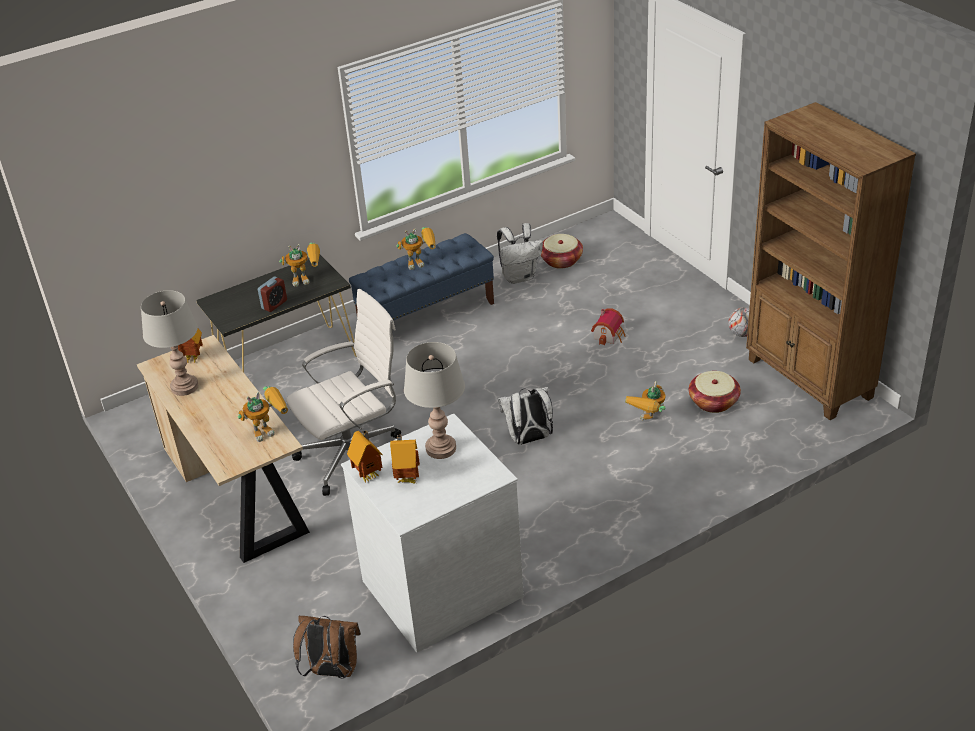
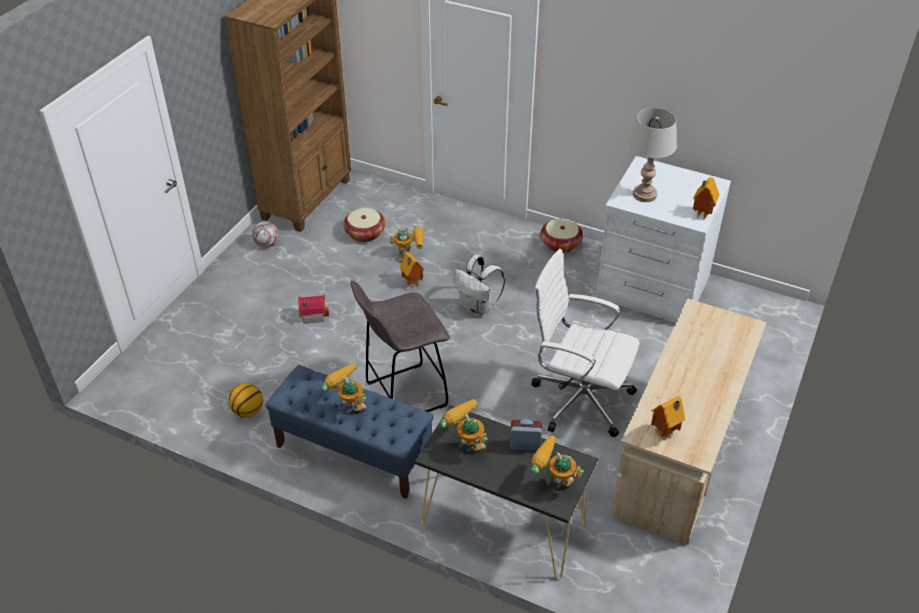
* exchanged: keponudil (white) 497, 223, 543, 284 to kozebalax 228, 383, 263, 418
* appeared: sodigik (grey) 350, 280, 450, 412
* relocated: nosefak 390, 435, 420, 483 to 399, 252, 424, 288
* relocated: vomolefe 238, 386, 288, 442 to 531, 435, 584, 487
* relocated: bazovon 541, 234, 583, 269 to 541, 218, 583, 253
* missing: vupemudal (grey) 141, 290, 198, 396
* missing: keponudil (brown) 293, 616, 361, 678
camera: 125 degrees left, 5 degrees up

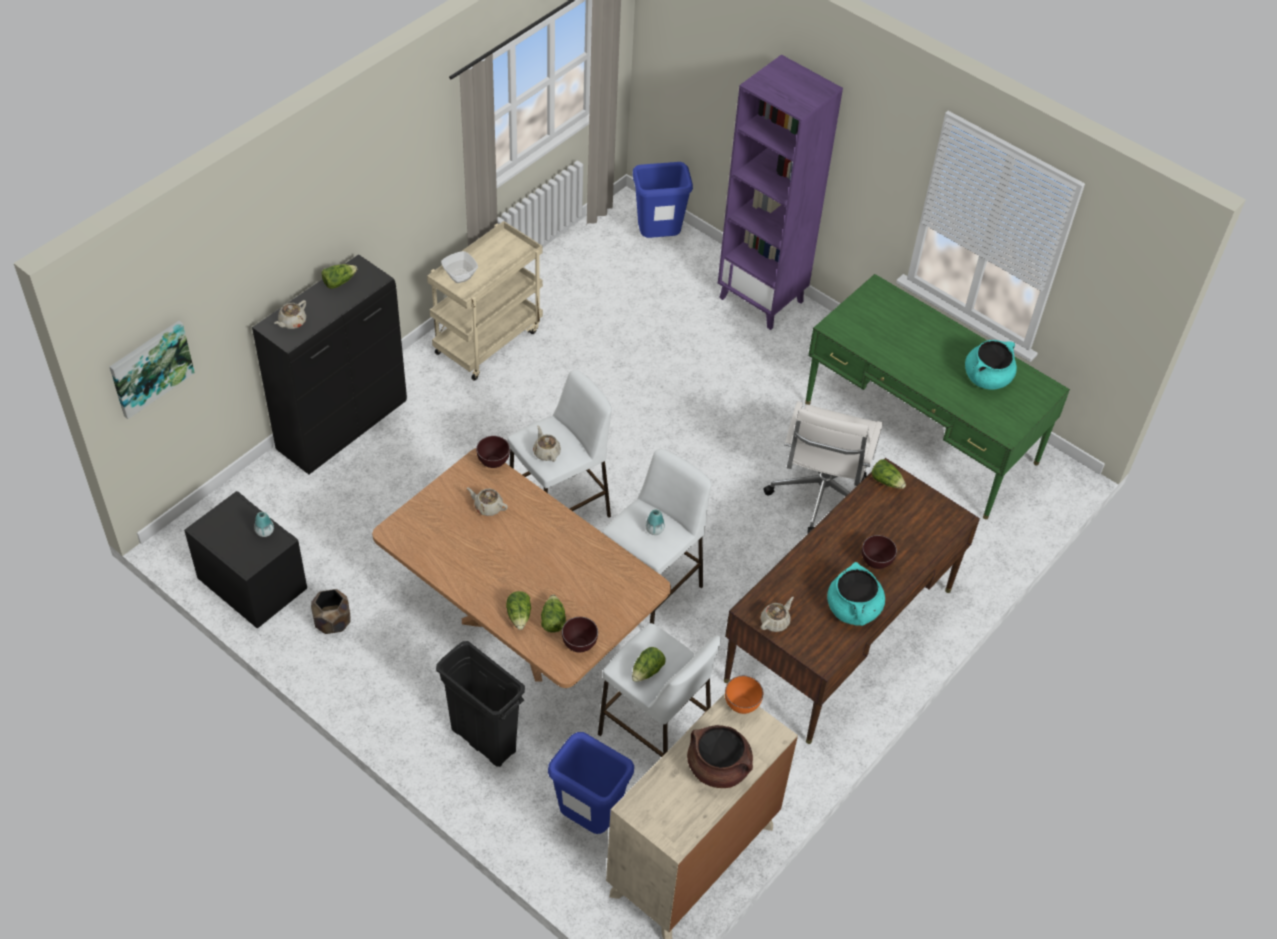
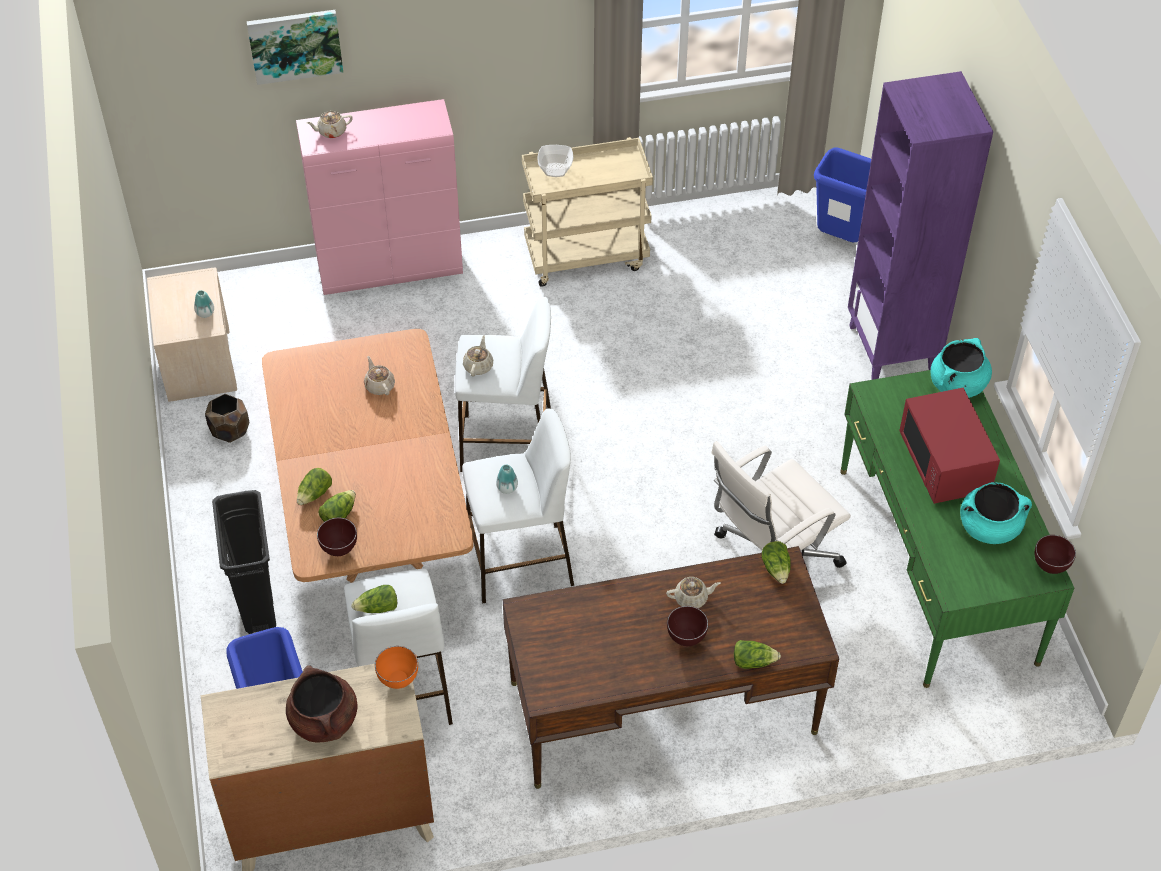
* colour: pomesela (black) 184, 491, 307, 629 to pomesela (beige) 147, 267, 237, 402
* relocated: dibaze 109, 321, 195, 419 to 247, 10, 343, 85
* colour: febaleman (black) 252, 254, 407, 474 to febaleman (pink) 296, 99, 463, 295
* relocated: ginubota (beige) 760, 597, 794, 632 to 666, 577, 720, 608
* relocated: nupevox 321, 264, 358, 289 to 734, 640, 781, 669
* appeared: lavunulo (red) 899, 388, 1000, 504
* relocated: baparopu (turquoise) 827, 562, 885, 626 to 930, 338, 992, 398
* relocated: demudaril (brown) 476, 436, 510, 468 to 1034, 535, 1076, 574
camera: 40 degrees right, 0 degrees up

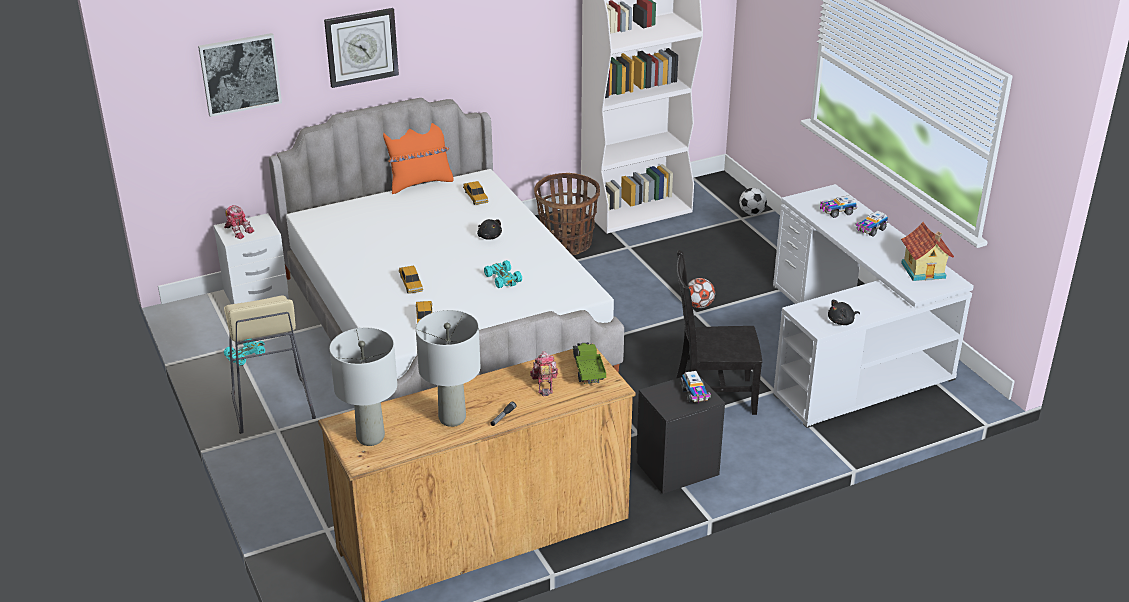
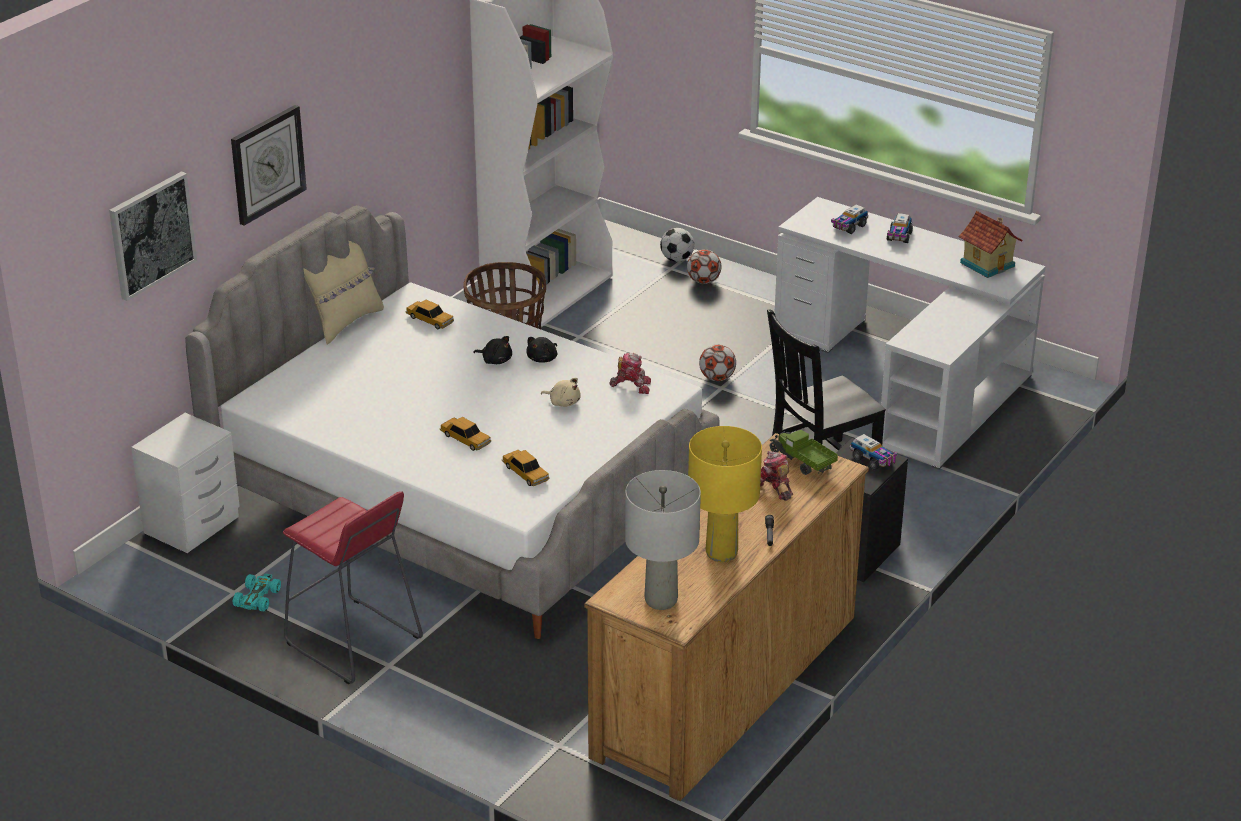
* colour: sodigik (beige) 224, 295, 316, 434 to sodigik (red) 283, 492, 423, 684
* colour: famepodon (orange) 383, 123, 453, 194 to famepodon (beige) 303, 241, 384, 344
* relocated: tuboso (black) 828, 300, 860, 325 to 526, 337, 557, 362
* exchanged: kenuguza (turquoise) 484, 260, 522, 288 to tuboso (beige) 541, 378, 581, 407
* relocated: vomolefe 224, 205, 254, 239 to 610, 353, 651, 394
* appeared: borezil 687, 250, 721, 284
* colour: vupemudal (grey) 416, 310, 480, 427 to vupemudal (yellow) 688, 426, 762, 562
camera: 30 degrees left, 0 degrees up

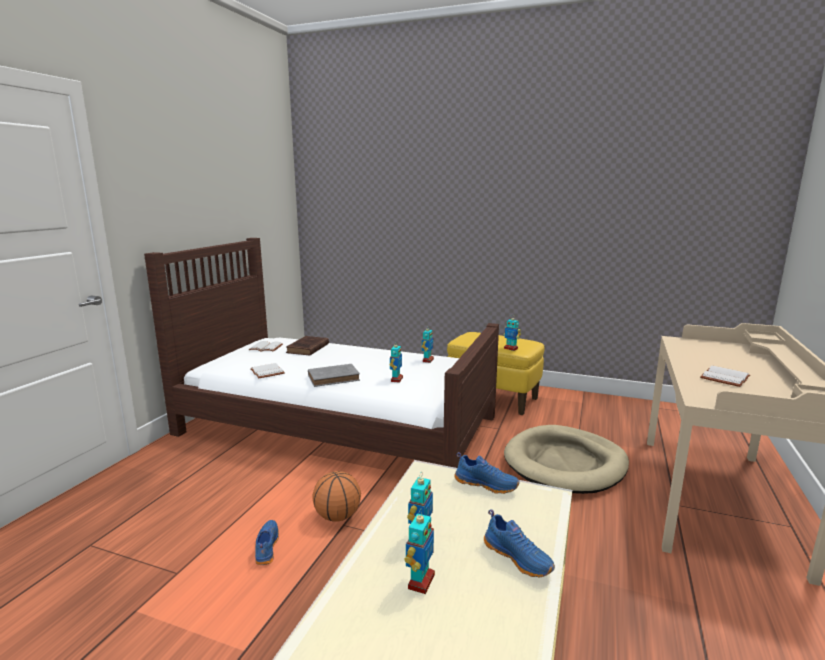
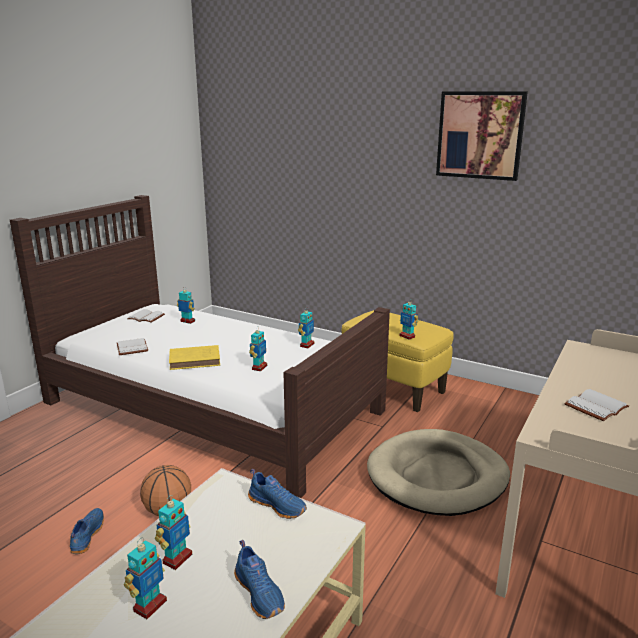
* colour: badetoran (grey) 308, 364, 360, 387 to badetoran (yellow) 169, 345, 220, 370
* exchanged: badetoran (brown) 286, 336, 329, 356 to vomolefe 177, 286, 195, 324
* appeared: dibaze 436, 92, 528, 181
camera: 10 degrees right, 5 degrees up

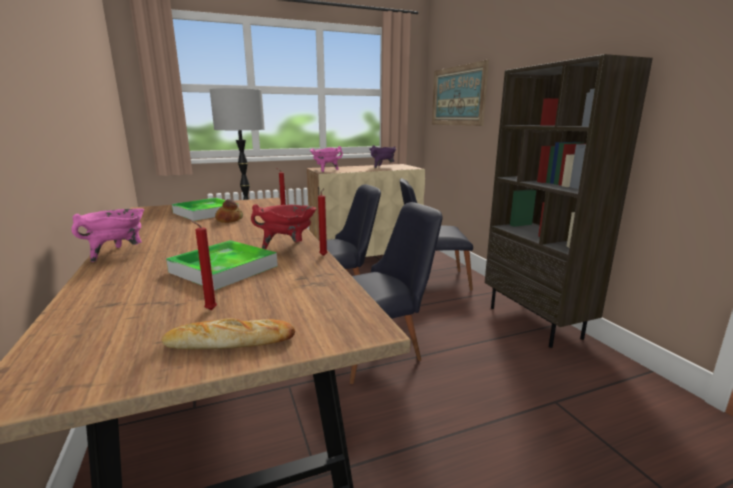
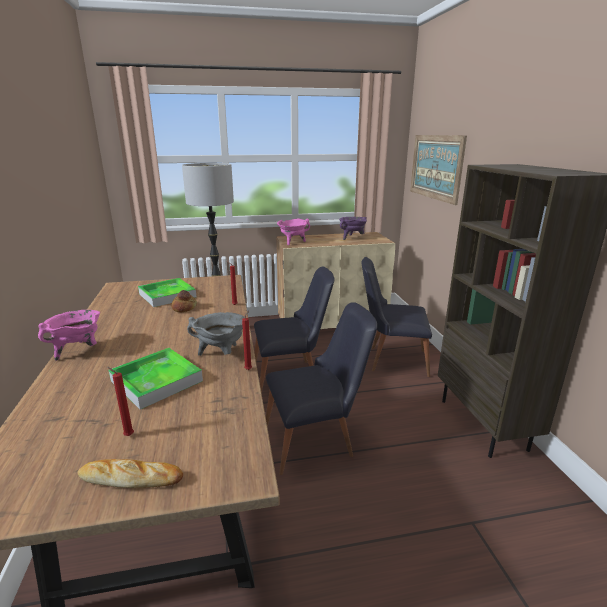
* colour: baparopu (red) 251, 204, 317, 249 to baparopu (grey) 187, 312, 245, 356
camera: 10 degrees right, 5 degrees up

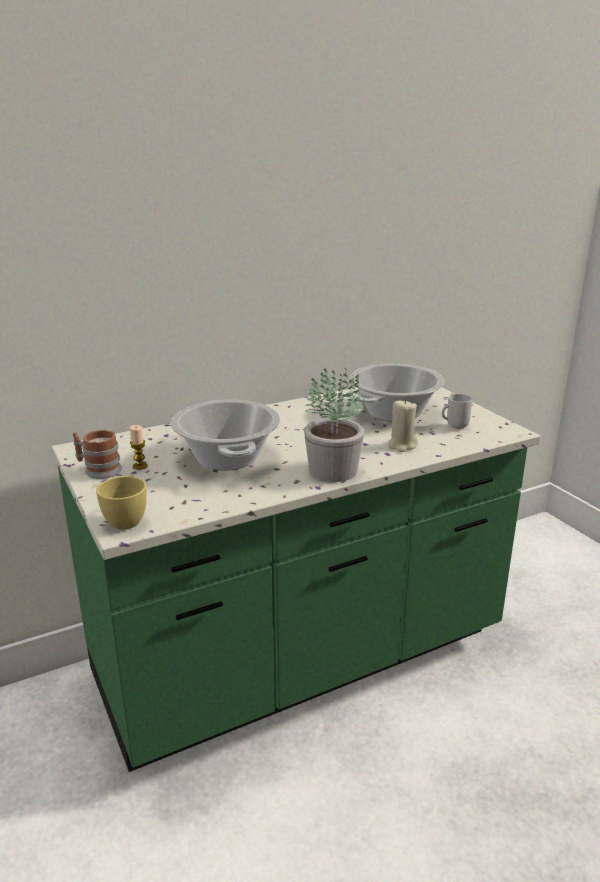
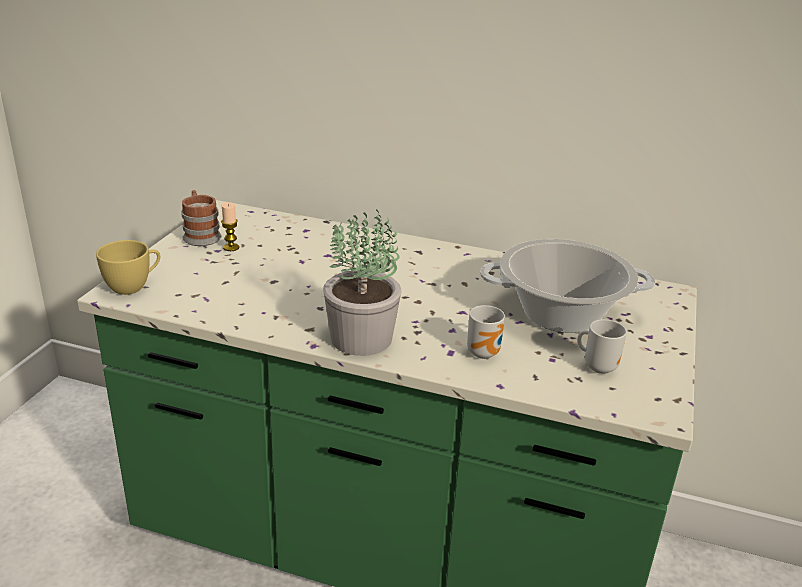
* exchanged: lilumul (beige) 389, 399, 418, 452 to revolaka 467, 305, 505, 359
* missing: baparopu 171, 400, 280, 470
camera: 45 degrees right, 5 degrees up

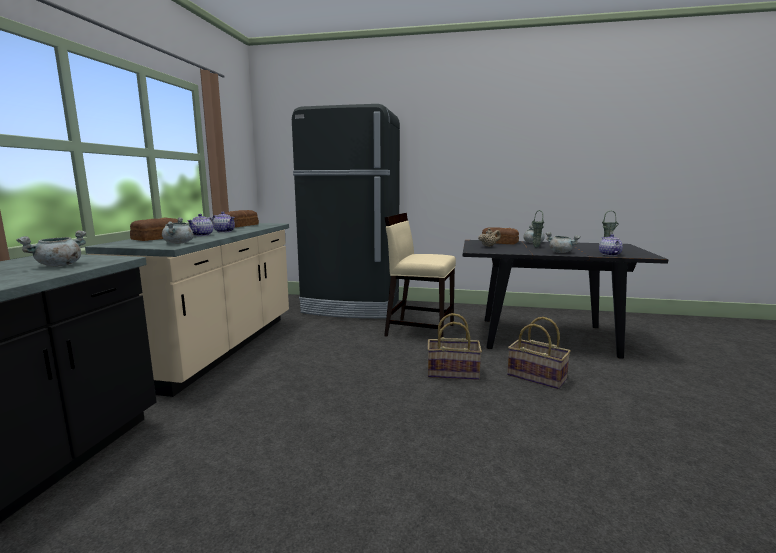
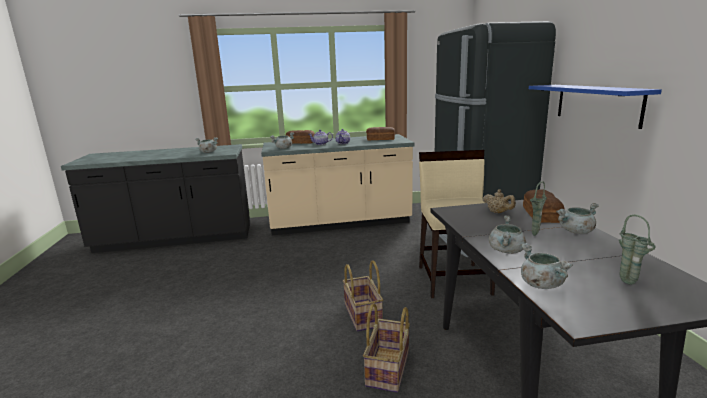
* exchanged: ginubota 599, 234, 623, 256 to baparopu (grey) 521, 243, 573, 289
* appeared: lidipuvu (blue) 529, 85, 662, 129
camera: 70 degrees right, 5 degrees up

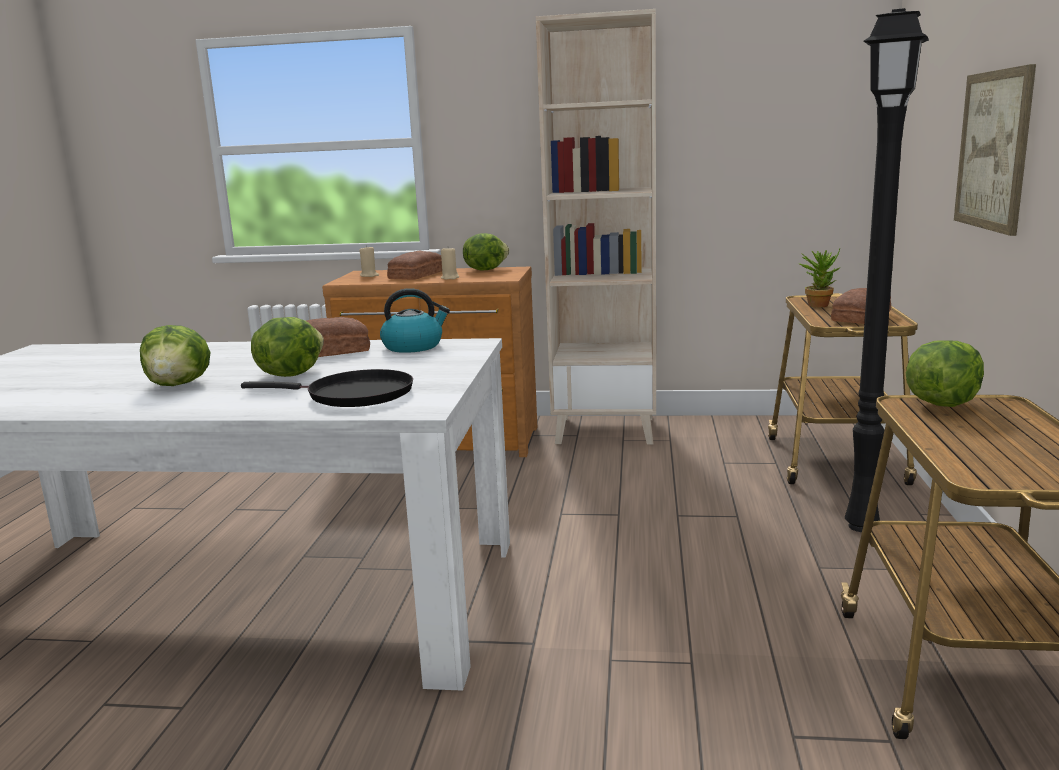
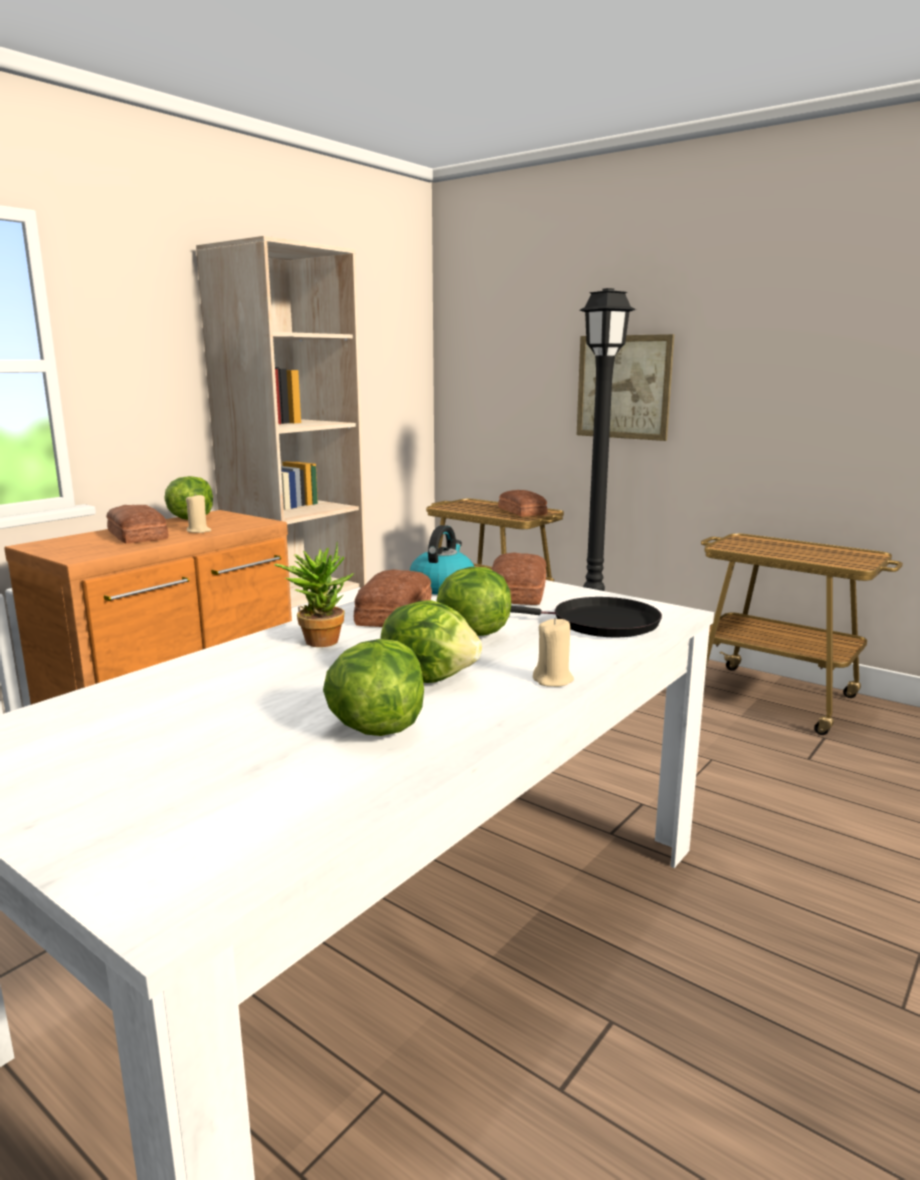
* relocated: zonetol 798, 249, 840, 308 to 274, 541, 354, 647
* relocated: nupevox 906, 340, 984, 407 to 323, 639, 424, 736
* appeared: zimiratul 491, 552, 546, 605
* spun: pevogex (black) 241, 369, 413, 407 = 510, 597, 662, 637 60 degrees clockwise
* relocated: lilumul (beige) 359, 245, 379, 277 to 533, 618, 574, 687
camera: 60 degrees left, 0 degrees up

